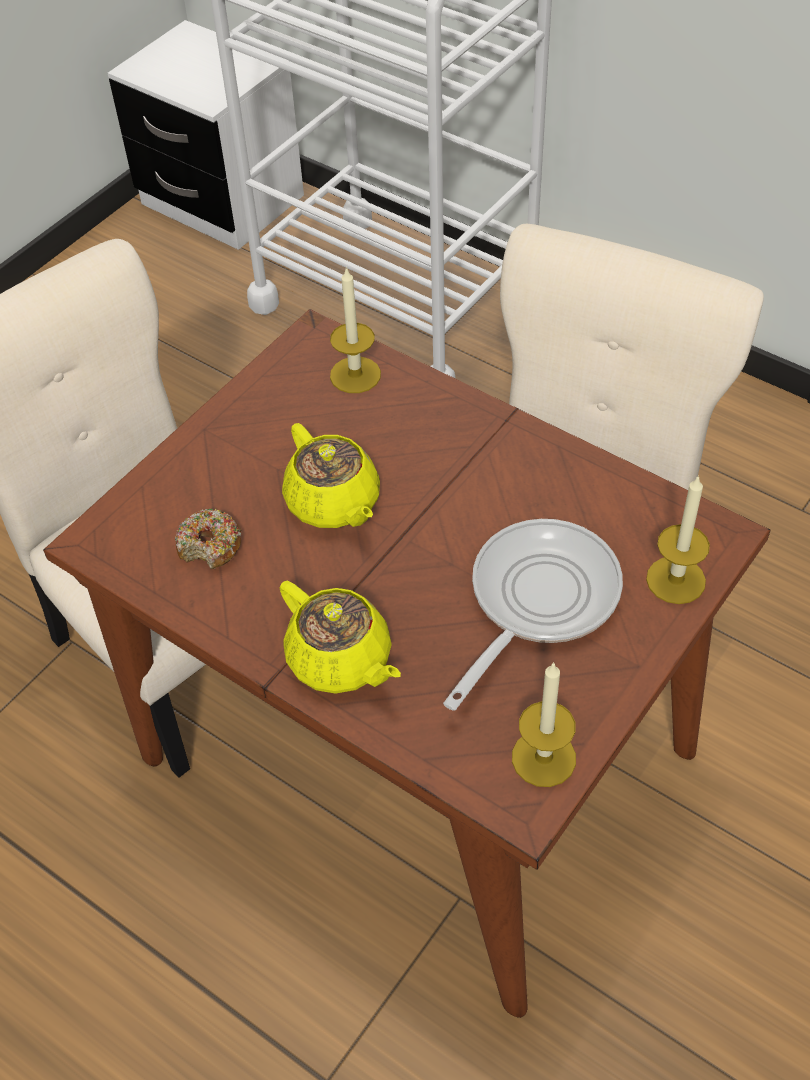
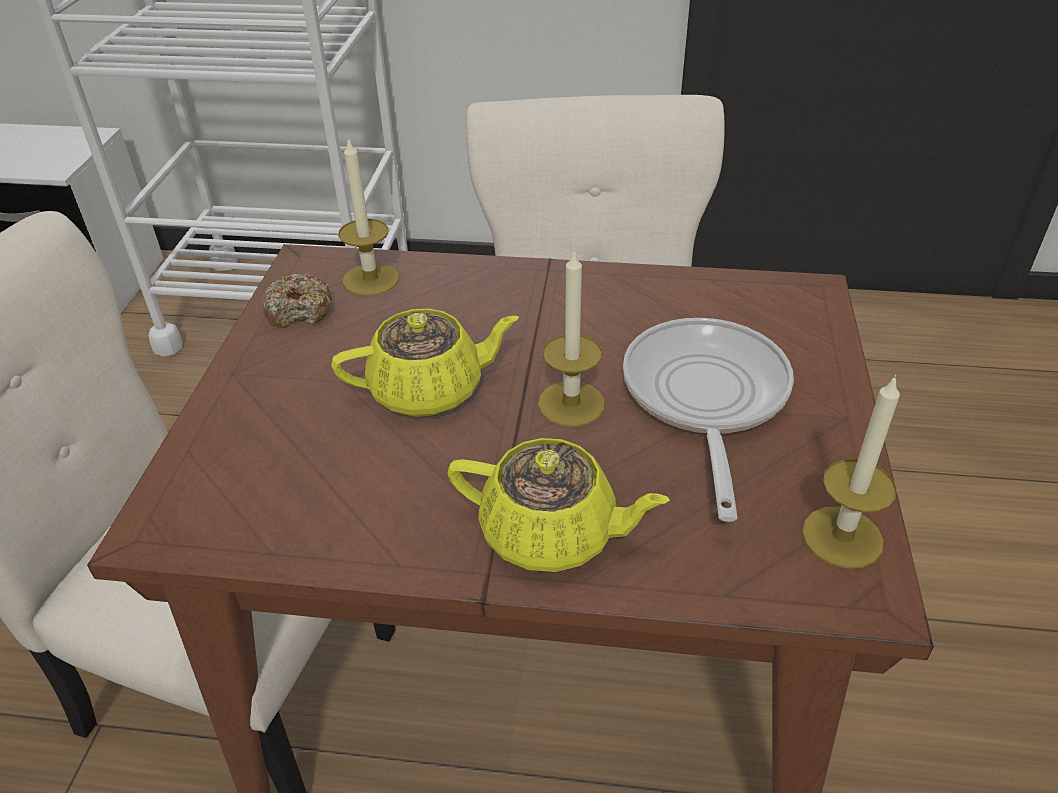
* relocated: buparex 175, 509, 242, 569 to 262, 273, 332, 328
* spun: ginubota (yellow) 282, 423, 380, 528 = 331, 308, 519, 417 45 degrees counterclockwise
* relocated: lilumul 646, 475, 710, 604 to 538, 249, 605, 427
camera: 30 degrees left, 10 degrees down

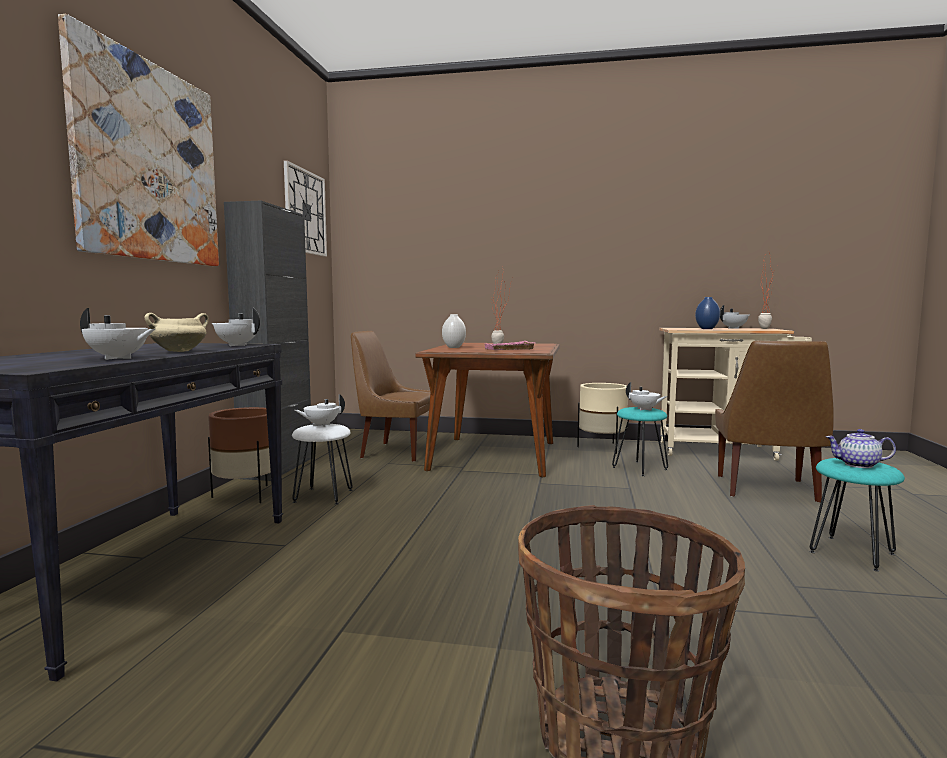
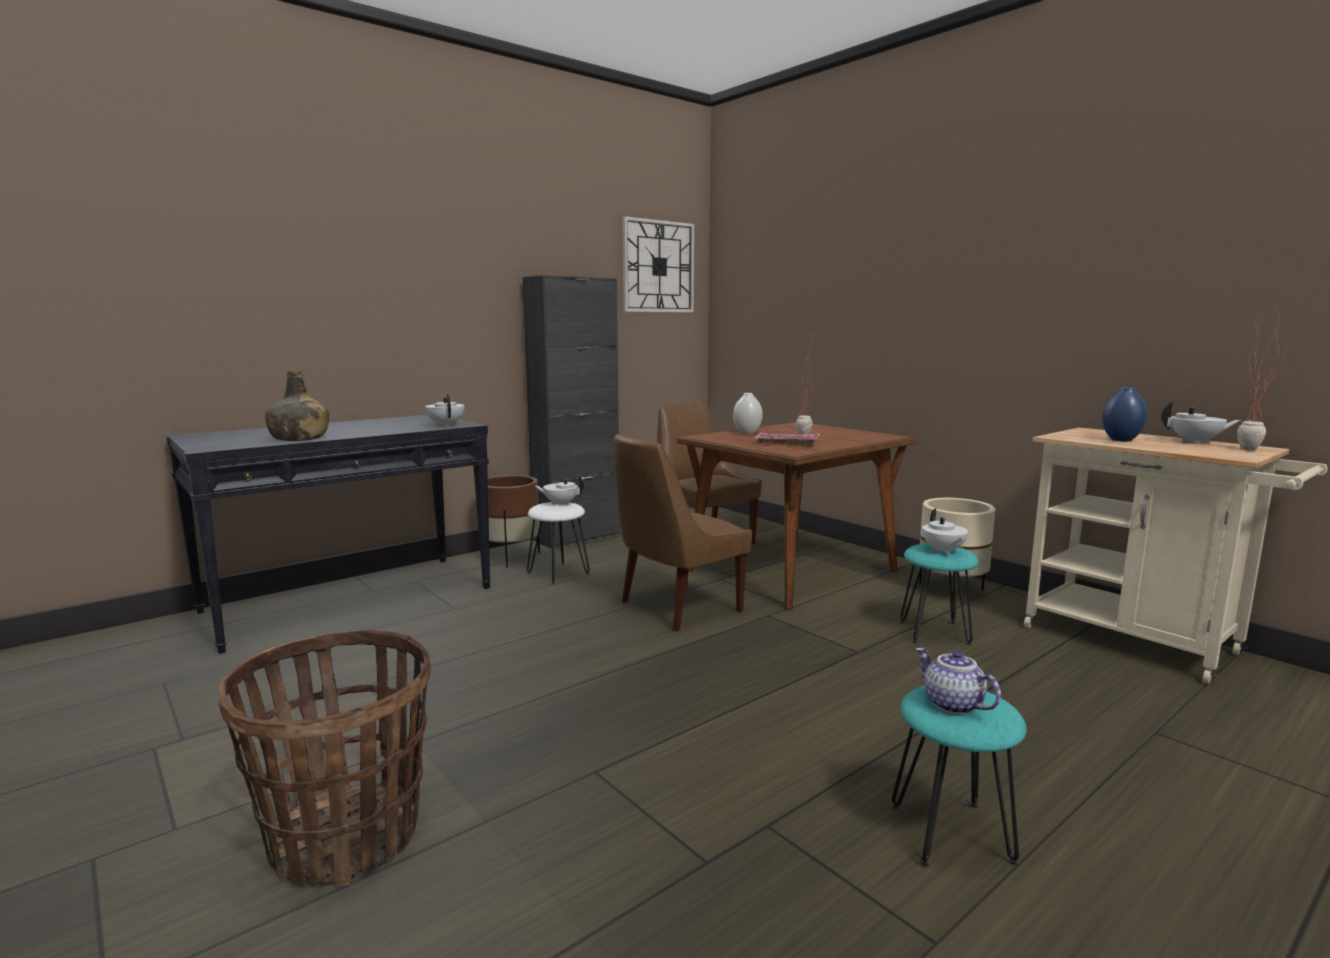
* exchanged: ginubota (white) 80, 308, 155, 360 to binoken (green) 265, 370, 329, 441
* relocated: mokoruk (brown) 715, 341, 834, 503 to 614, 434, 752, 631
* missing: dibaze 58, 14, 219, 266
* missing: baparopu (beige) 144, 313, 209, 352
camera: 40 degrees right, 5 degrees up

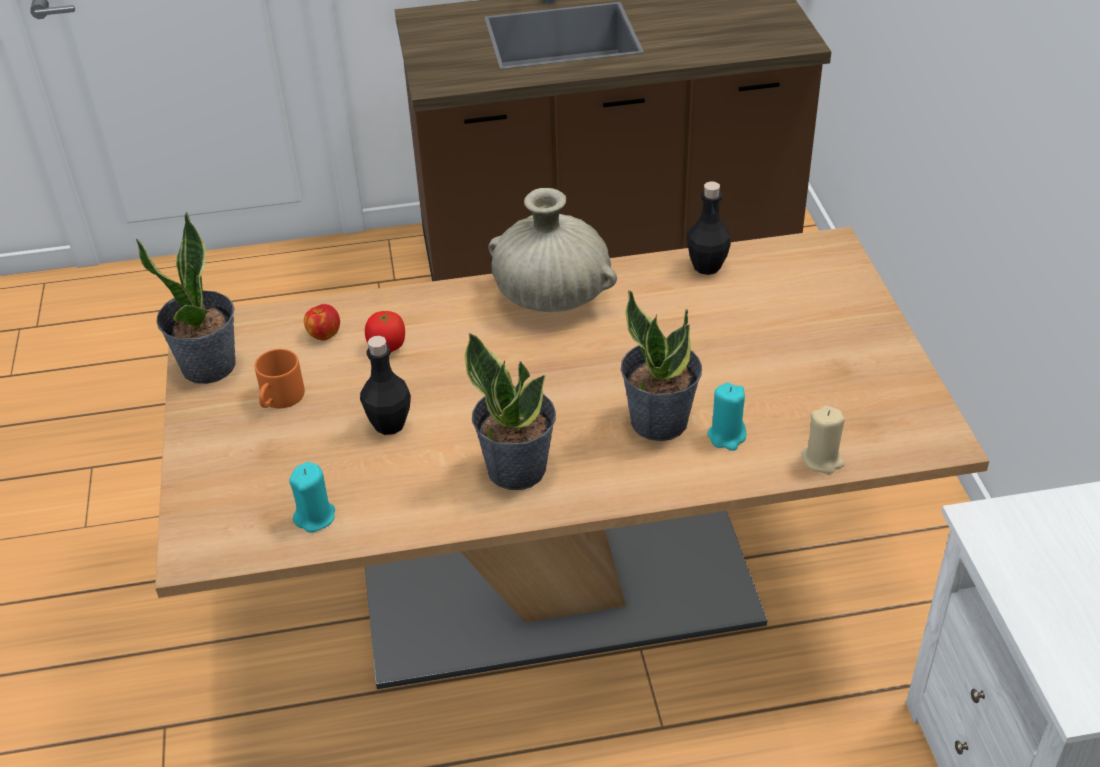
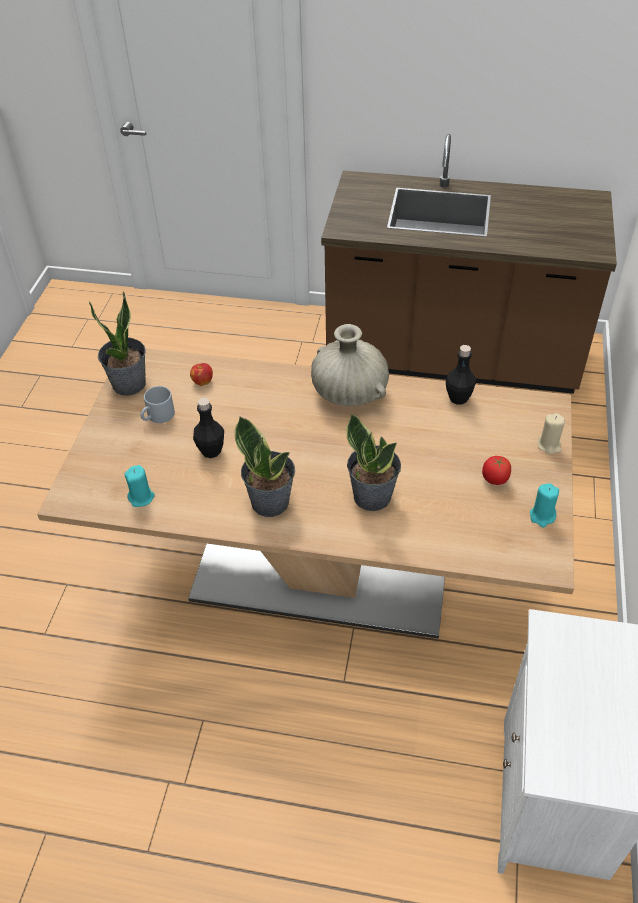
* colour: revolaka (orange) 255, 349, 305, 408 to revolaka (grey) 141, 386, 175, 423
* relocated: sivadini 365, 311, 405, 352 to 482, 456, 511, 485
* relocated: lilumul (turquoise) 708, 383, 746, 451 to 530, 483, 559, 527
* relocated: lilumul (beige) 802, 406, 845, 474 to 538, 413, 565, 454
camera: 20 degrees right, 5 degrees up

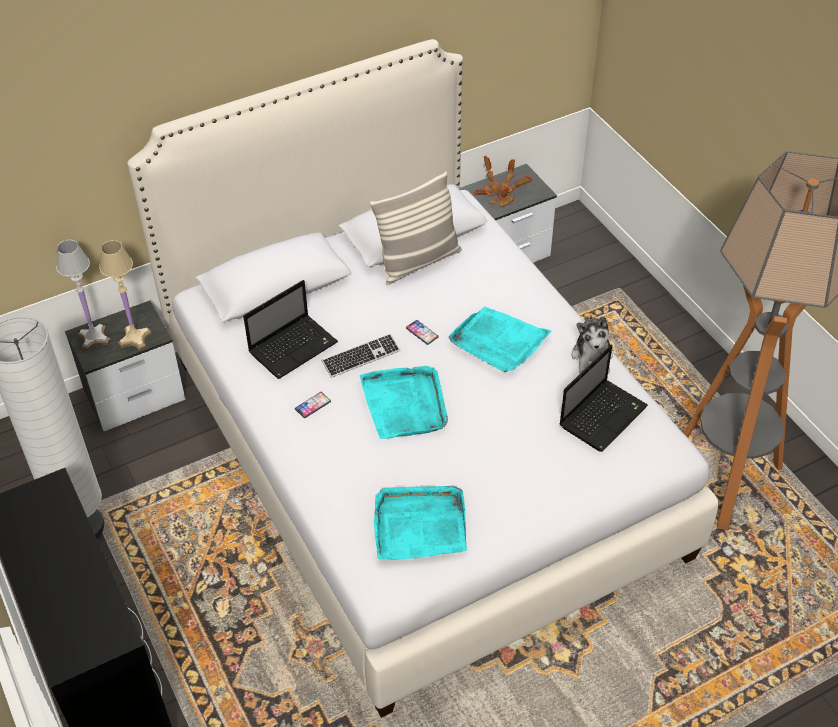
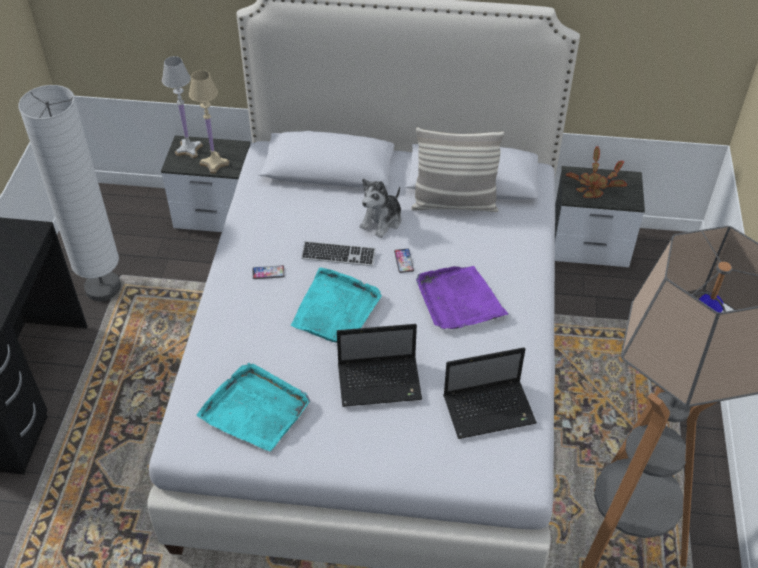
* relocated: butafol 243, 280, 338, 379 to 337, 324, 422, 407
* relocated: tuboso 572, 315, 613, 374 to 360, 179, 402, 238
* colour: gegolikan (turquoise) 449, 306, 551, 372 to gegolikan (purple) 416, 266, 508, 329
camera: 35 degrees right, 0 degrees up

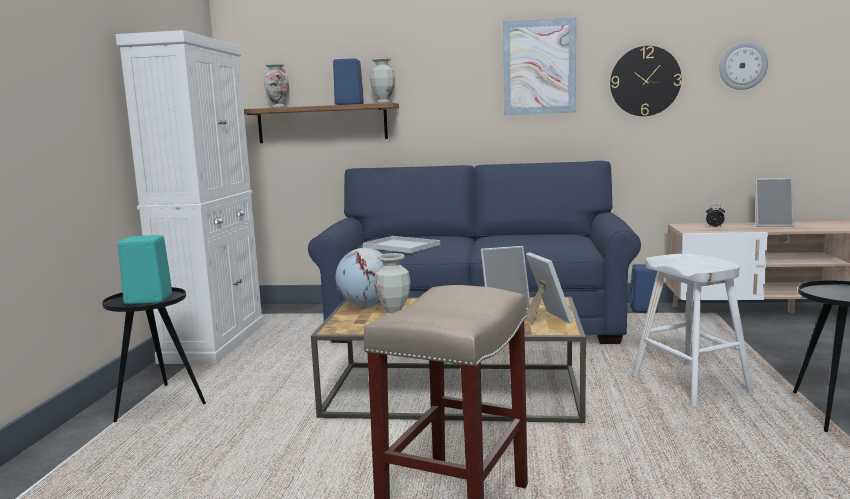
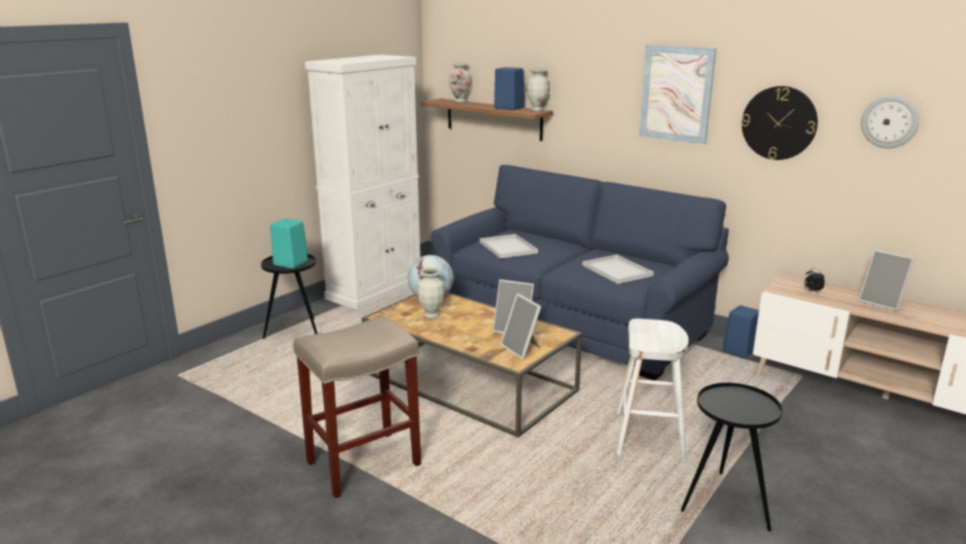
* spun: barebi 525, 252, 573, 324 = 500, 294, 541, 360 135 degrees clockwise
* appeared: gegolikan (white) 582, 255, 654, 284
camera: 30 degrees right, 10 degrees up

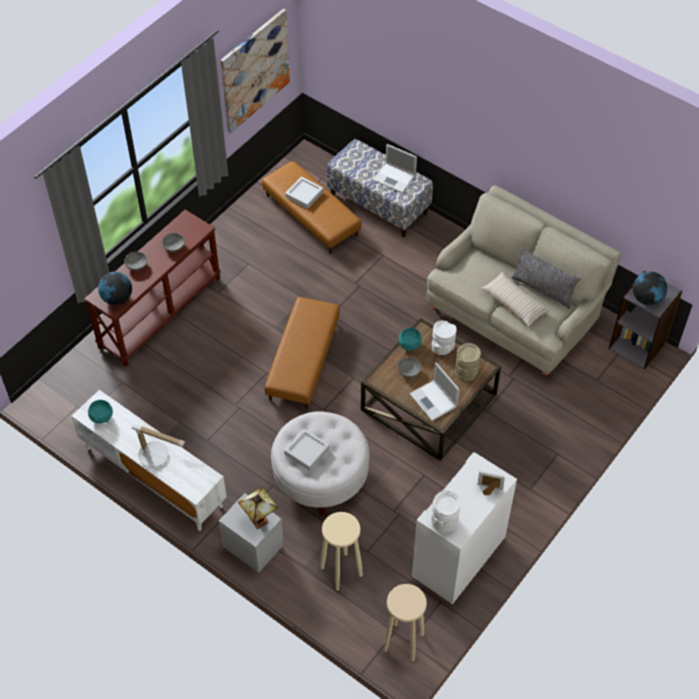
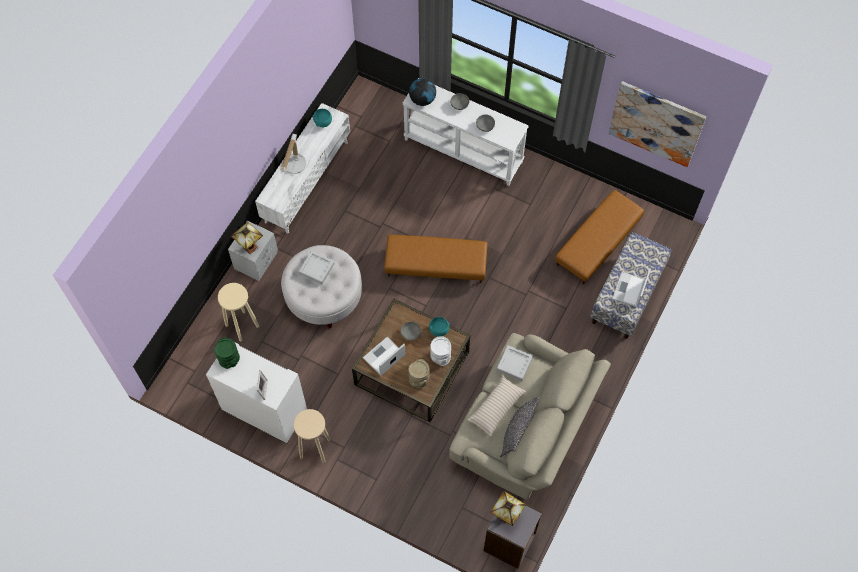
* colour: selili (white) 431, 491, 460, 533 to selili (green) 214, 338, 240, 369
* relocated: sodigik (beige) 384, 584, 427, 661 to 293, 409, 331, 463
* colour: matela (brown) 84, 210, 221, 367 to matela (white) 403, 78, 529, 186
* exchanged: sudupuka 633, 272, 667, 305 to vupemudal 490, 491, 526, 526
* relocated: gegolikan (grey) 285, 177, 324, 209 to 497, 345, 533, 381
camera: 80 degrees right, 10 degrees up

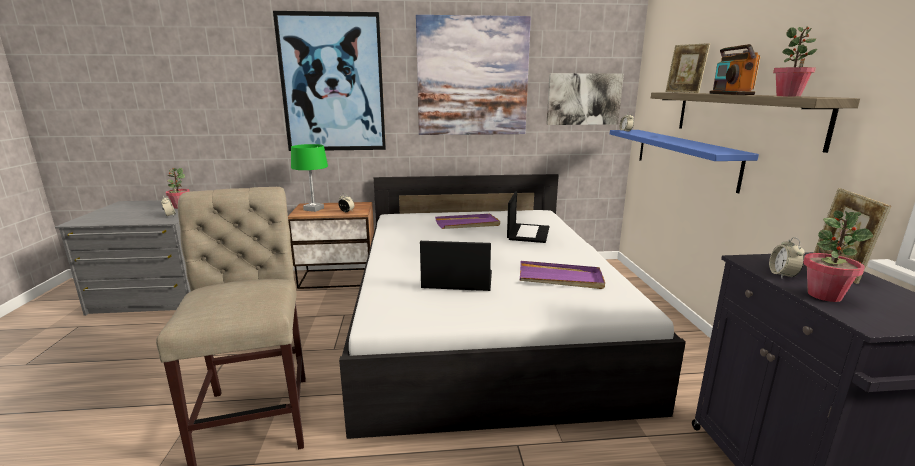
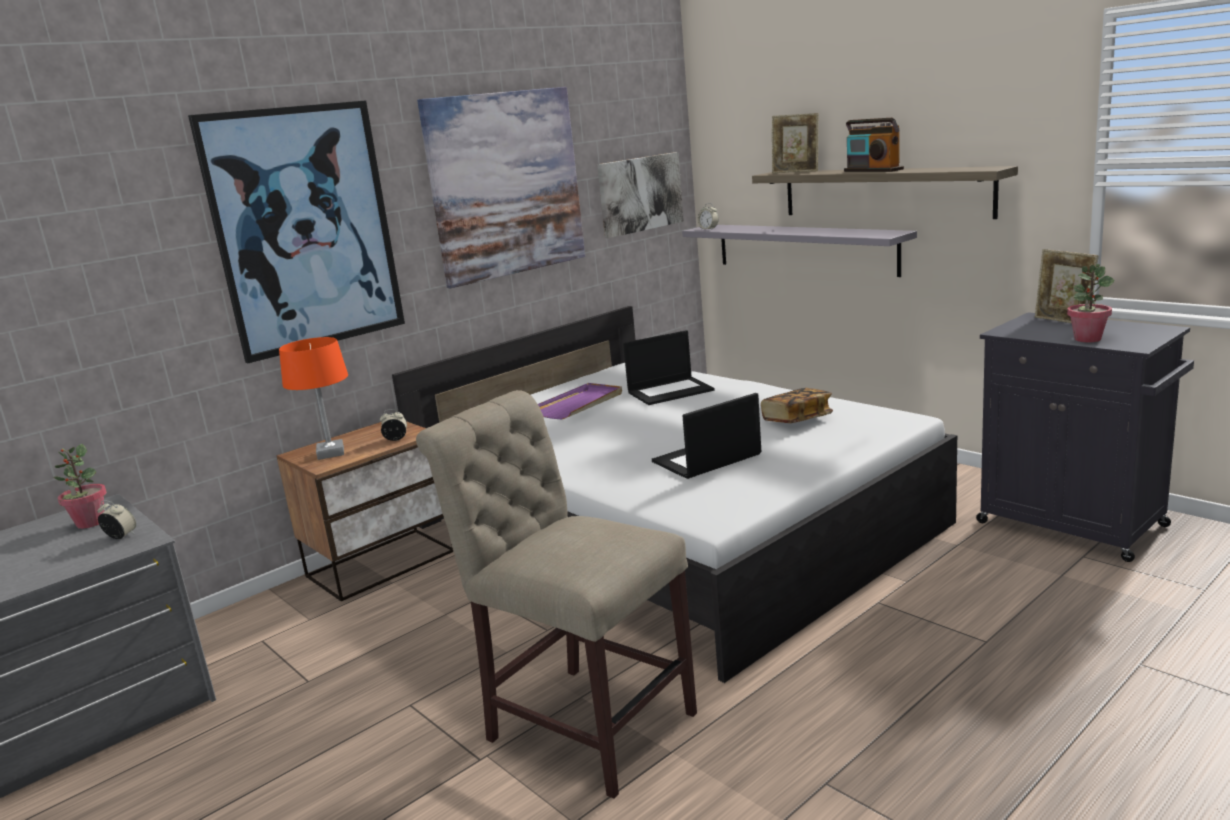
* colour: vupemudal (green) 291, 144, 328, 212 to vupemudal (orange) 279, 337, 348, 460
* spun: butafol 507, 191, 549, 243 = 623, 330, 714, 405 90 degrees clockwise
* colour: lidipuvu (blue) 610, 130, 759, 193 to lidipuvu (grey) 682, 225, 917, 277
* exchanged: gegolikan (purple) 520, 261, 605, 289 to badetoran 761, 388, 833, 423
* missing: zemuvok 769, 237, 805, 278
* missing: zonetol 773, 27, 817, 97
camera: 35 degrees left, 0 degrees up

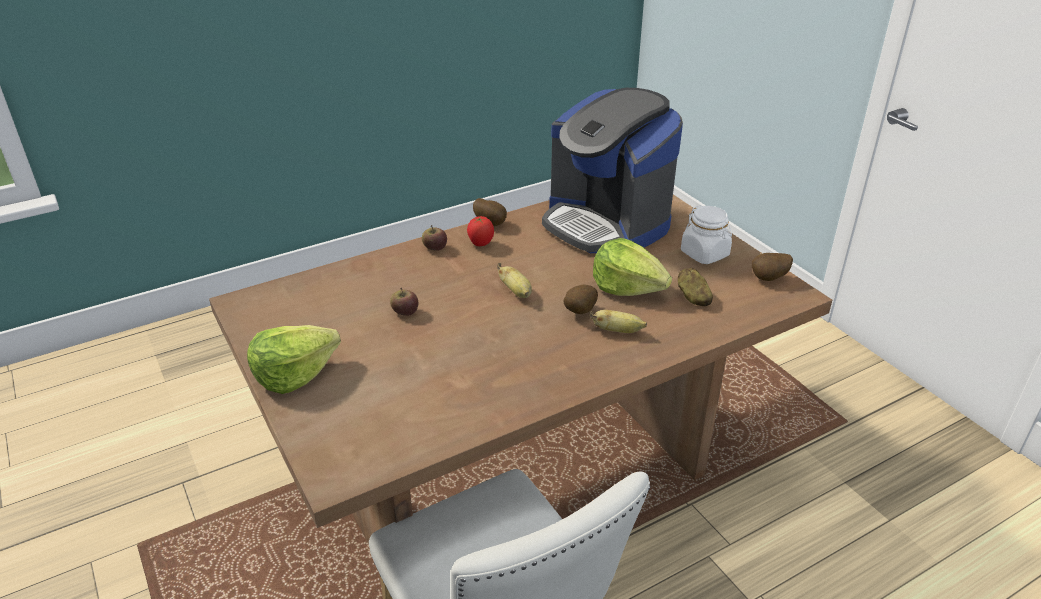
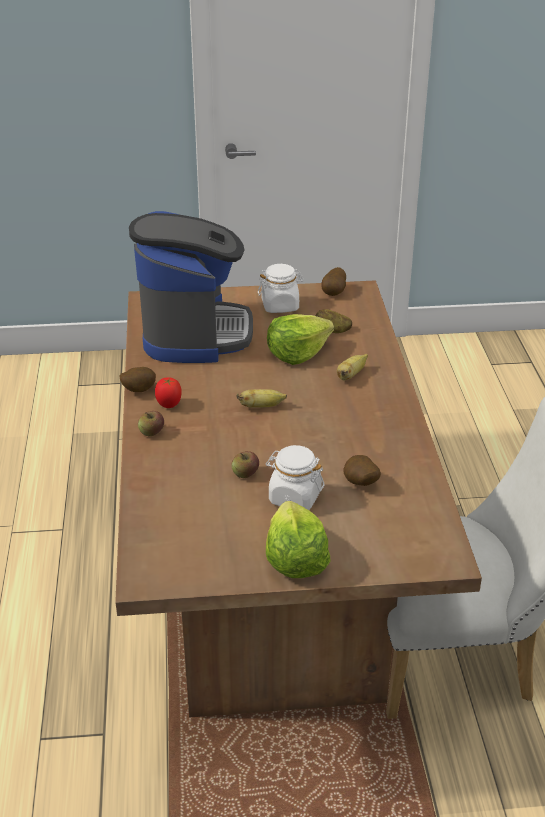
* spun: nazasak 542, 88, 683, 253 = 129, 211, 253, 363 75 degrees counterclockwise
* appeared: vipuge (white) 266, 445, 324, 510
* relocated: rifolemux 563, 284, 598, 314 to 344, 455, 381, 486
camera: 65 degrees left, 0 degrees up

